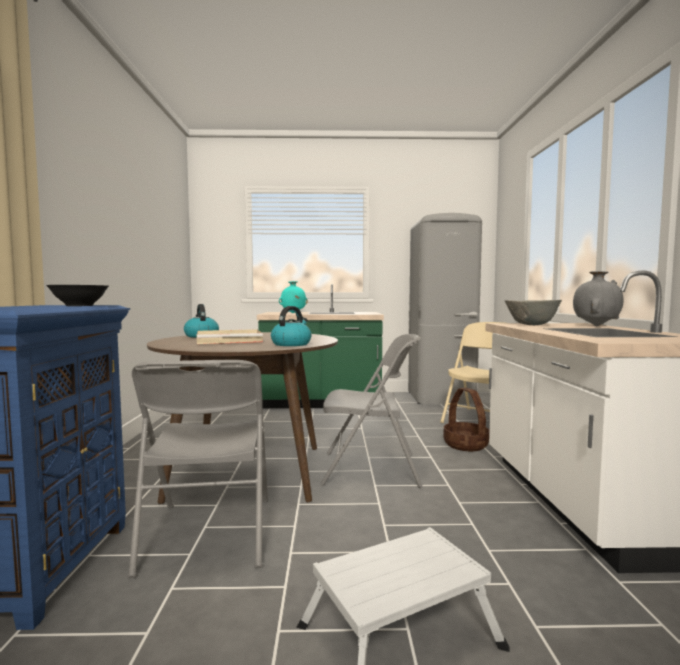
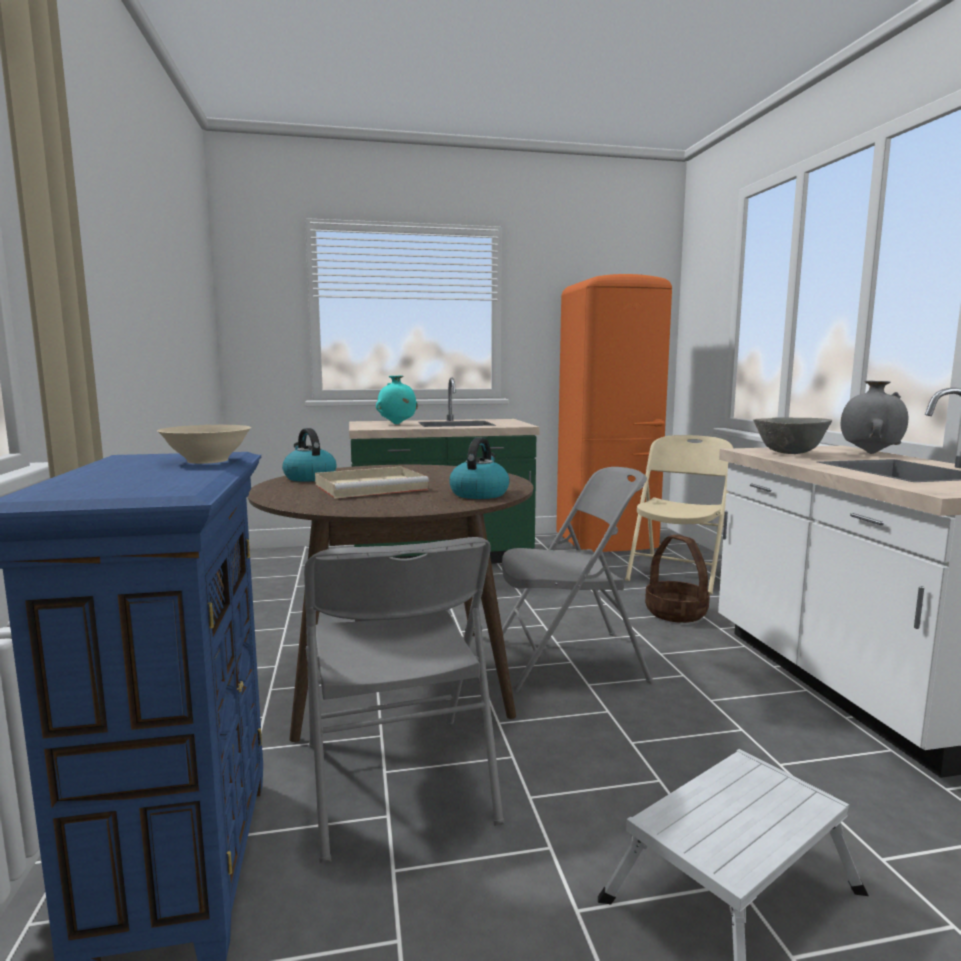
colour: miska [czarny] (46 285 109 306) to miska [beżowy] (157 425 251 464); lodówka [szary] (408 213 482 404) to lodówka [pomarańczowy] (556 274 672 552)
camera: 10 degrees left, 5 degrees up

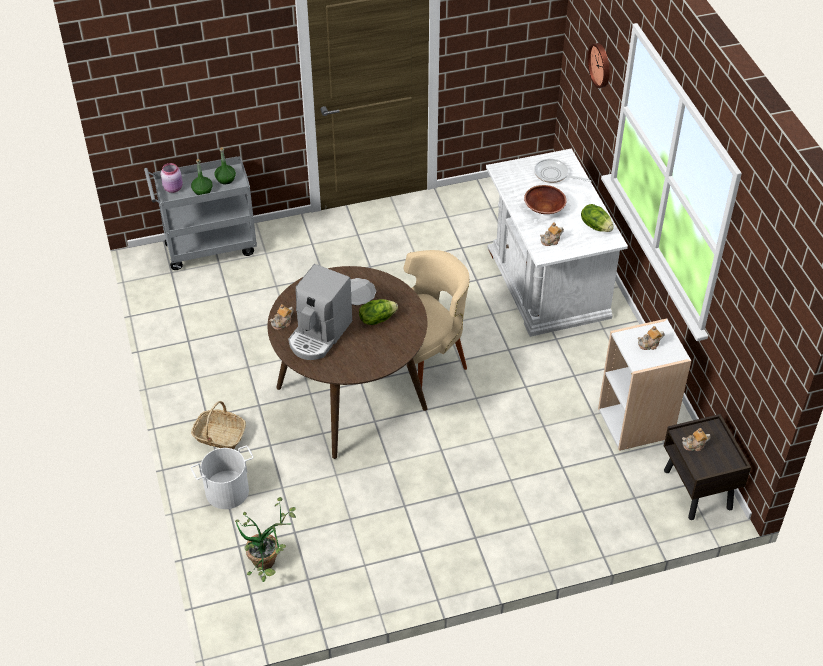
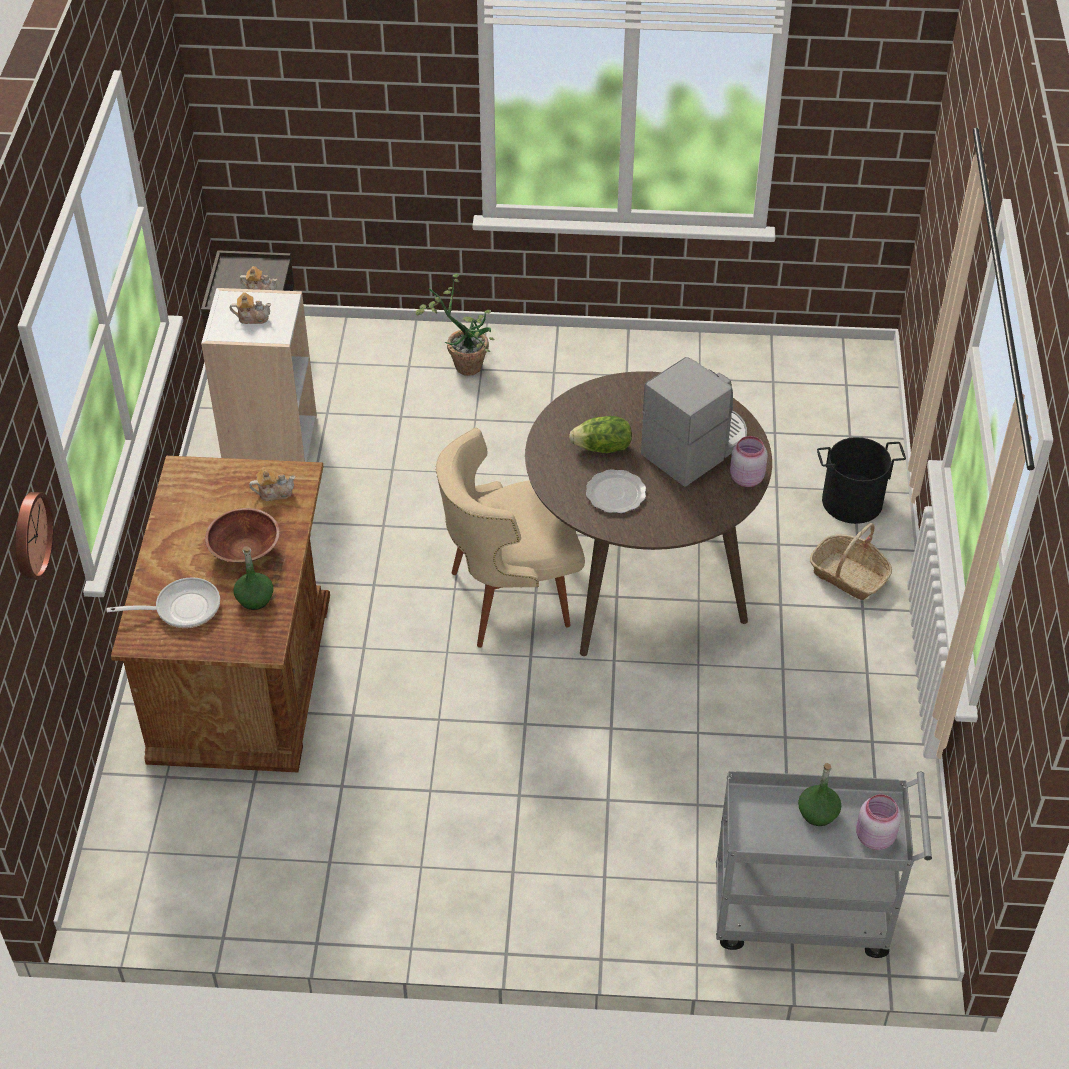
missing: sałata (581 204 614 232)
relocated: butelka [zielony] (214 147 236 184) to (234 546 273 610); roślina doniczkowa (235 497 296 582) to (416 274 495 376)
exchanged: imbryk (270 304 294 330) to słoik [różowy] (730 436 768 487)
colour: szafka [biały] (486 149 628 337) to szafka [brązowy] (111 456 330 772); wiadro [biały] (191 446 253 509) to wiadro [czarny] (817 437 906 524)
spun: patelnia (534 159 592 183) = (106 577 220 628) 60 degrees counterclockwise
camera: 160 degrees left, 0 degrees up

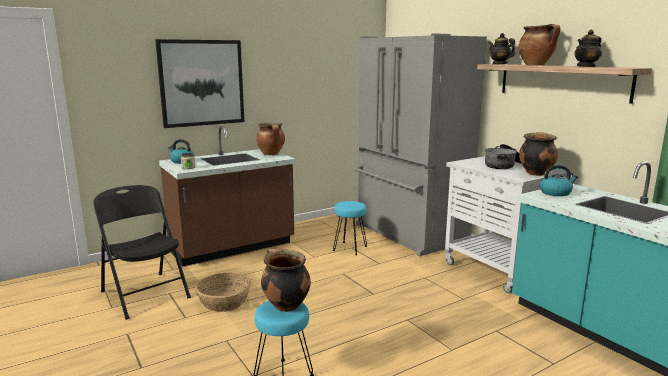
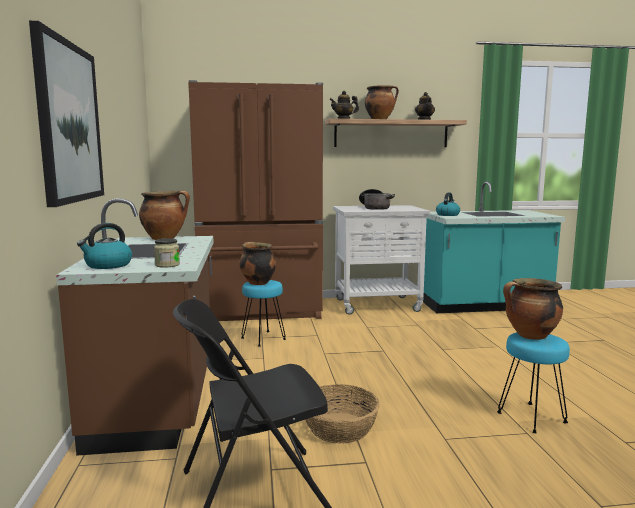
relocated: garnek (519 132 558 176) to (239 242 276 285)
colour: lodówka [szary] (354 34 487 256) to lodówka [brązowy] (188 80 323 321)
camera: 65 degrees left, 5 degrees down

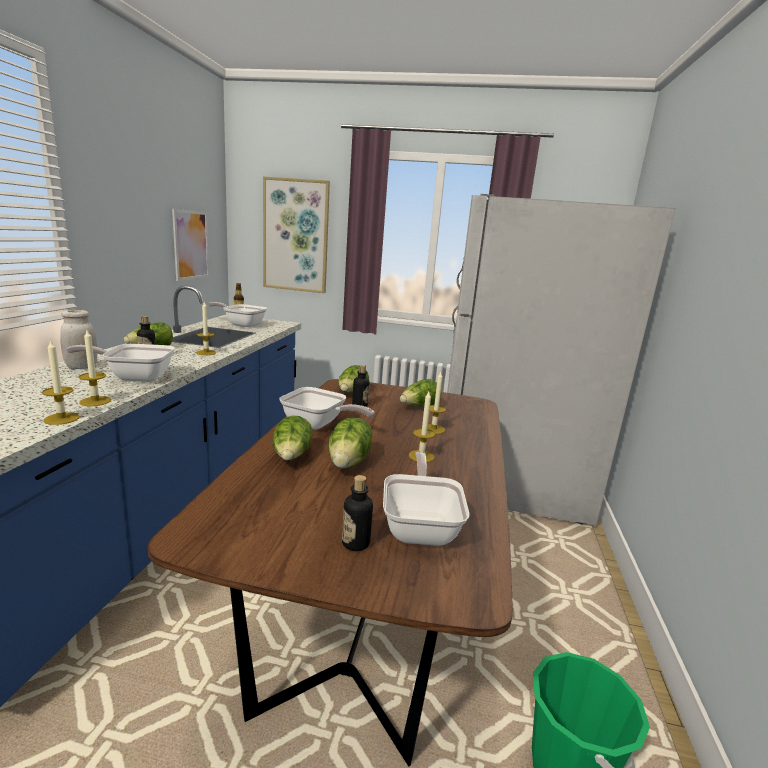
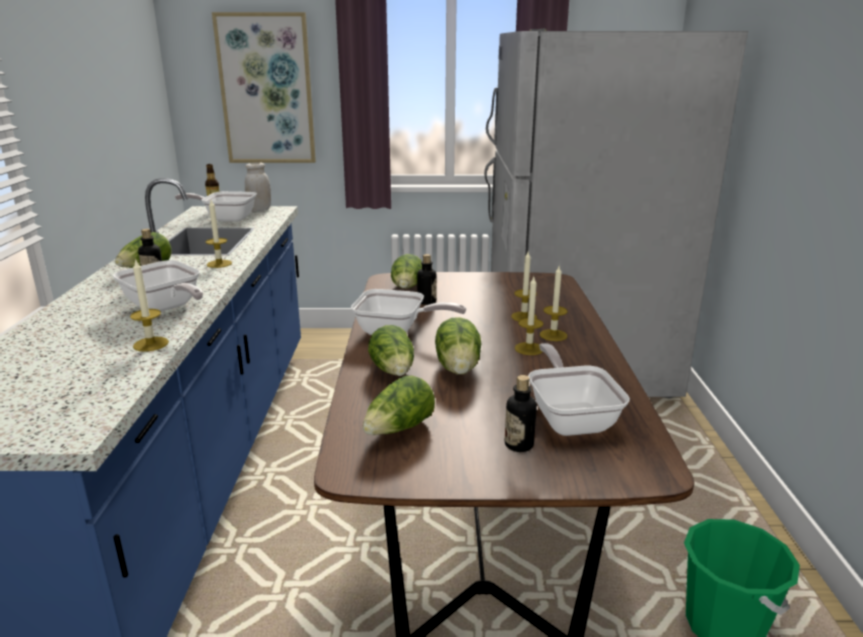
missing: obraz (172 209 209 281)
relocated: słoik [biały] (60 310 97 369) to (245 162 271 211); sałata (400 379 441 407) to (363 376 435 435); świeca (42 339 80 425) to (540 266 567 341)
spun: patelnia (66 344 175 382) = (113 260 203 312) 120 degrees counterclockwise
camera: 10 degrees left, 5 degrees up

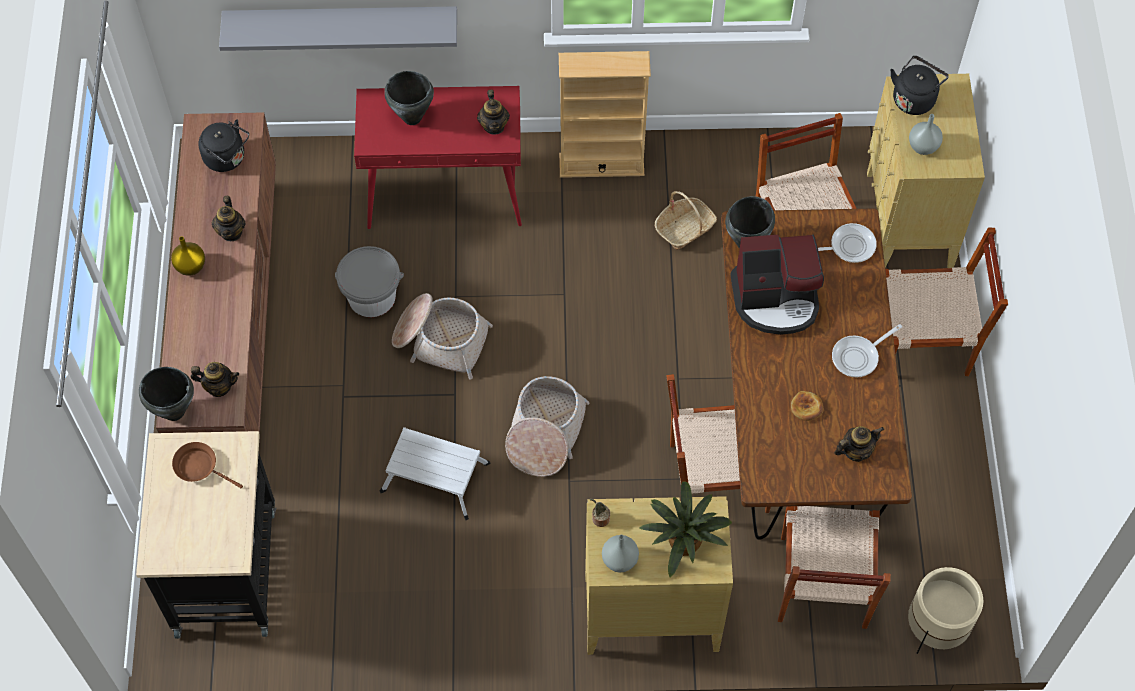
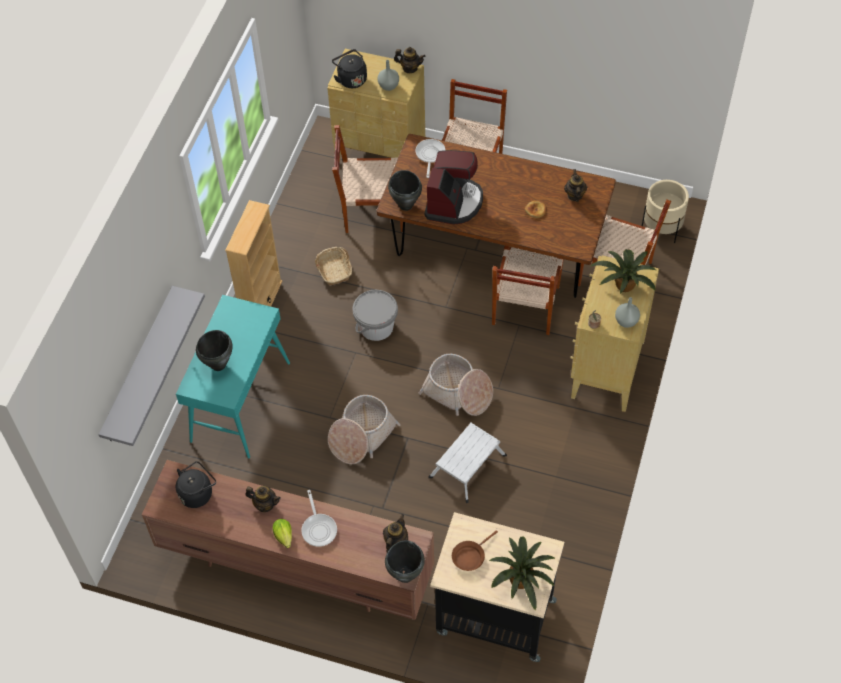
appeared: roślina doniczkowa (489 536 555 611)
relocated: patelnia (832 324 902 377) to (301 490 337 547); wiadro [szary] (335 246 404 317) to (352 290 398 341); imbryk (477 90 510 135) to (394 47 425 73)
exchanged: wazon [żółty] (171 236 205 276) to sałata (273 519 292 548)
colour: stolik konsolowy [czerwony] (354 86 522 229) to stolik konsolowy [turkusowy] (176 295 290 458)
camera: 70 degrees left, 5 degrees down

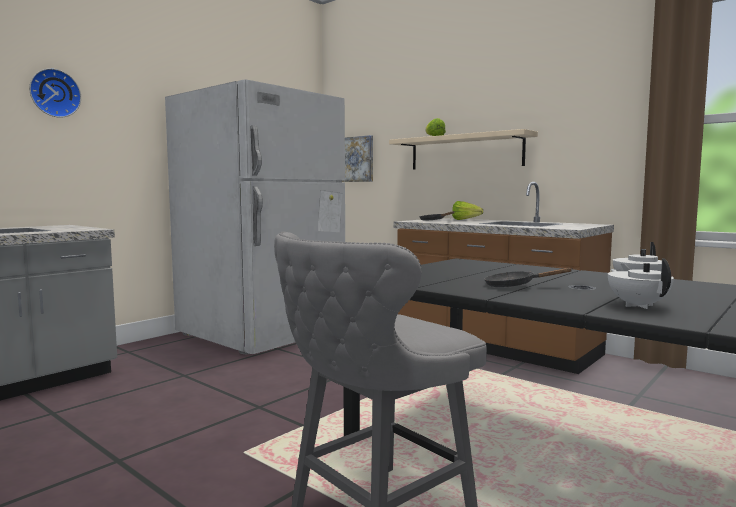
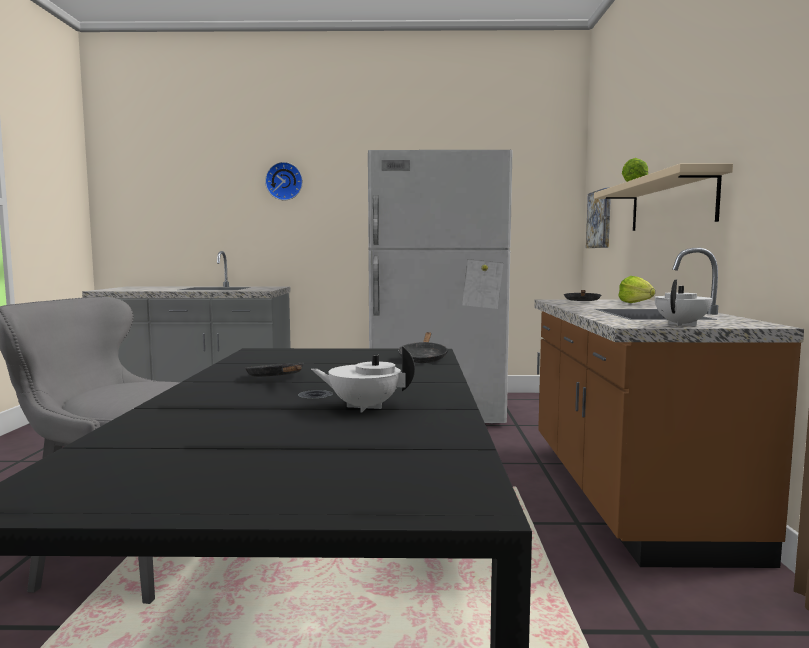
appeared: patelnia [czarny] (398 332 448 363)
relocated: imbryk [biały] (608 258 674 309) to (655 280 713 326)
camera: 50 degrees right, 0 degrees up

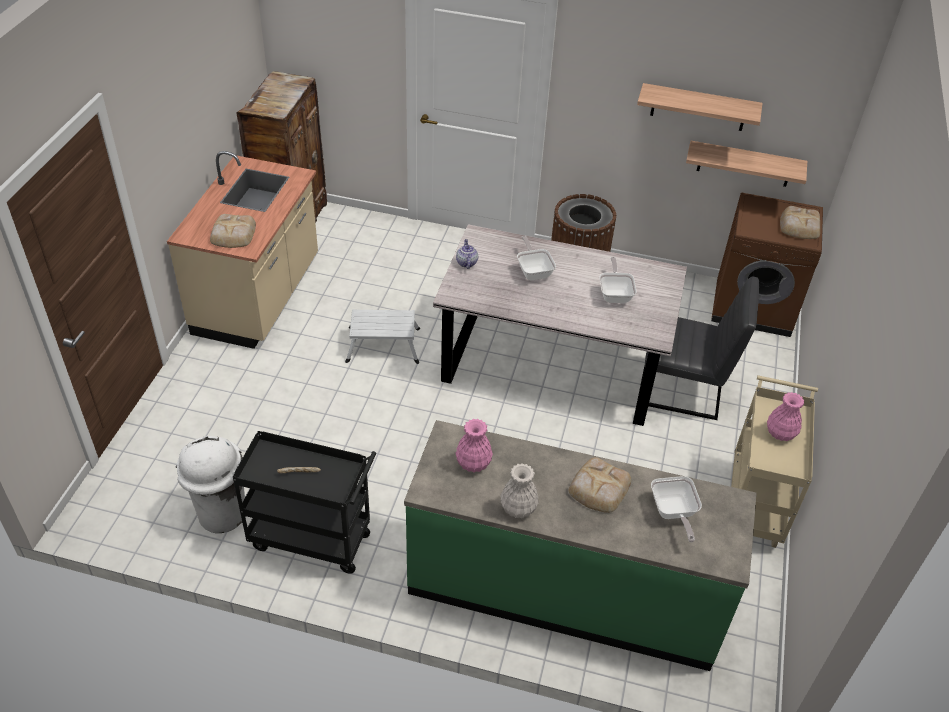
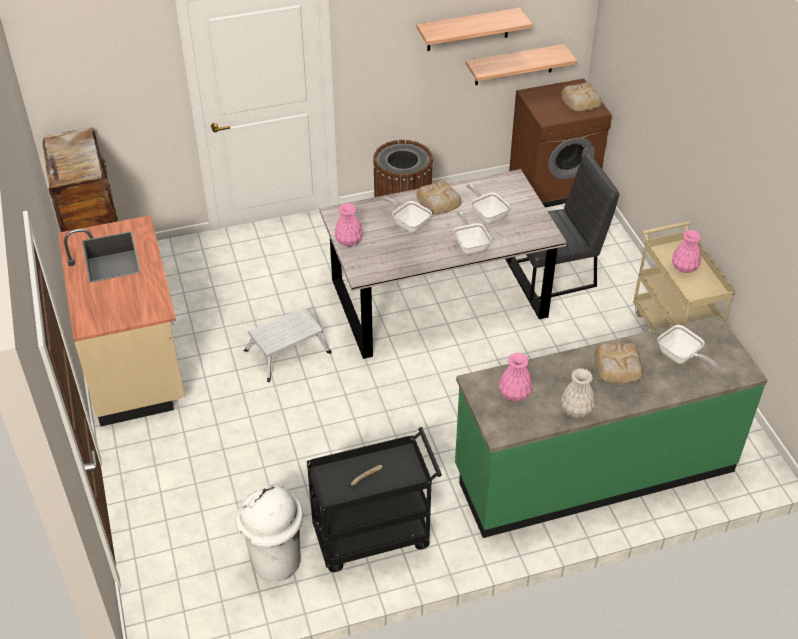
appeared: patelnia (453 211 492 255)
relocated: chleb (210 214 256 248) to (416 180 462 214)
exchanged: imbryk (456 239 478 269) to wazon [różowy] (335 203 363 246)
camera: 30 degrees left, 0 degrees up

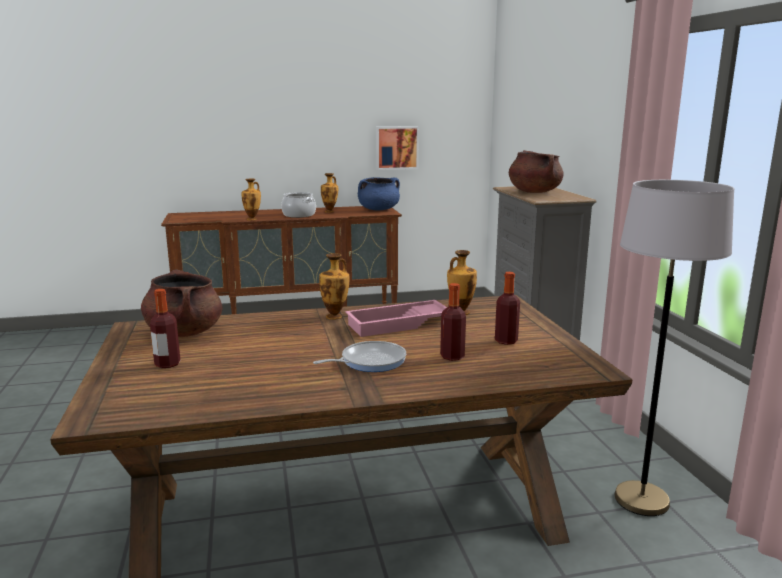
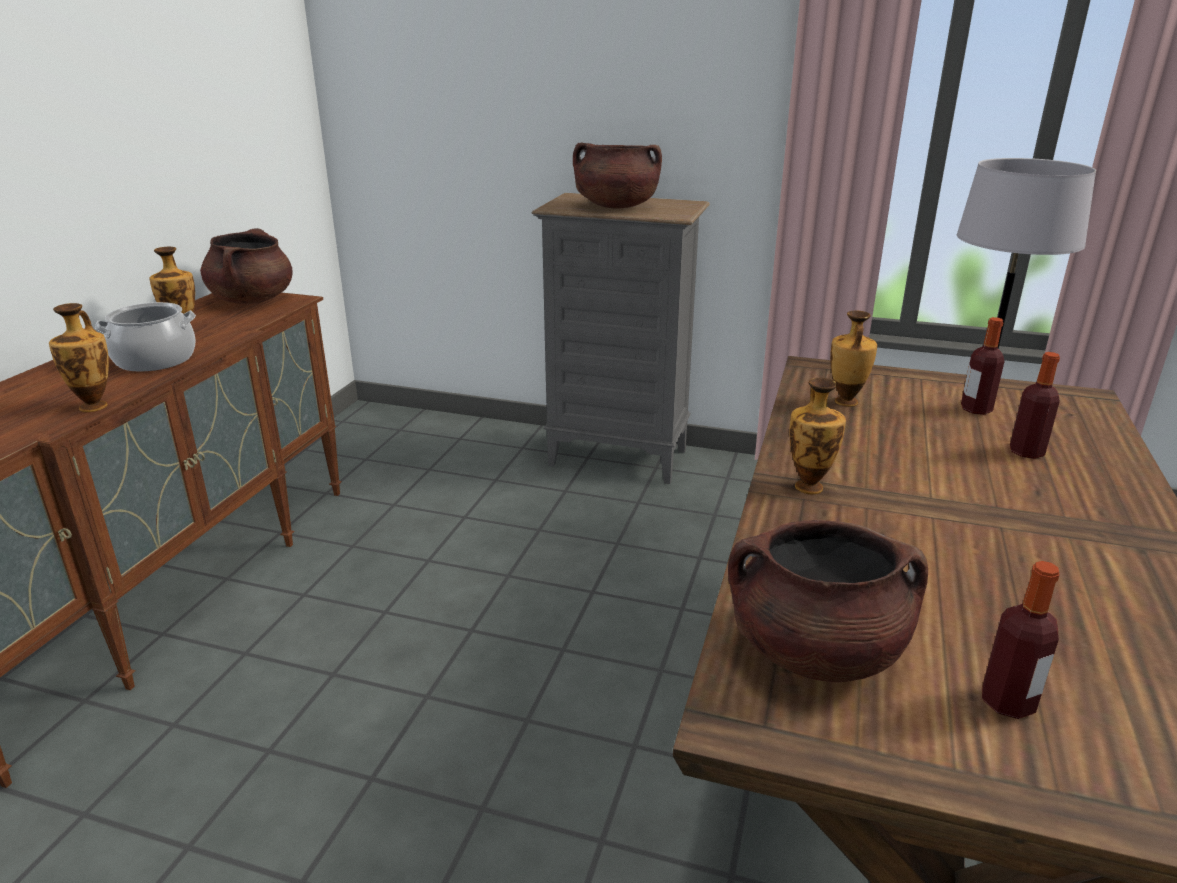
missing: patelnia (313 341 406 372); taca [różowy] (345 300 447 337); obraz (376 126 419 170)
colour: garnek [niebieski] (358 177 400 210) to garnek [brązowy] (200 228 292 304)
camera: 60 degrees left, 10 degrees up

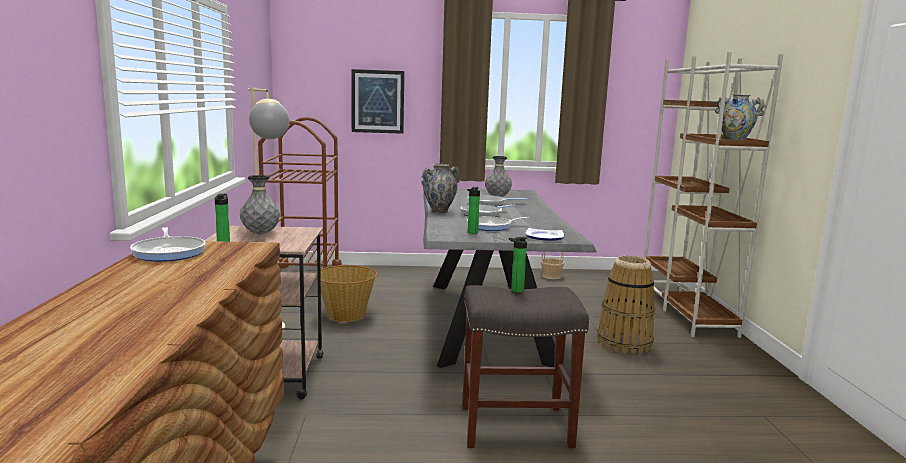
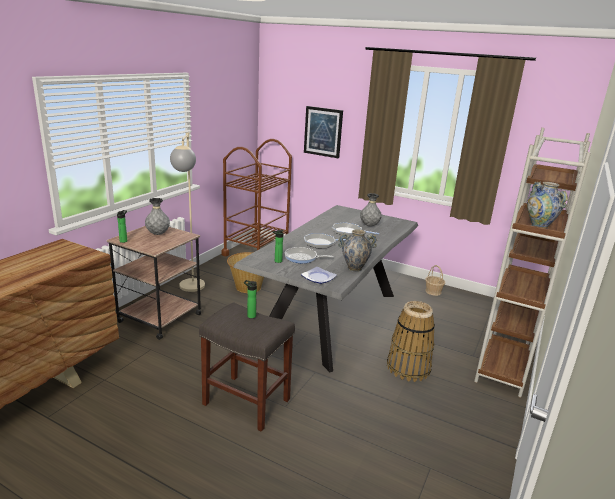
missing: patelnia (130 227 206 262)
relocated: wazon (421 164 460 213) to (338 229 377 272)
camera: 30 degrees right, 10 degrees up

